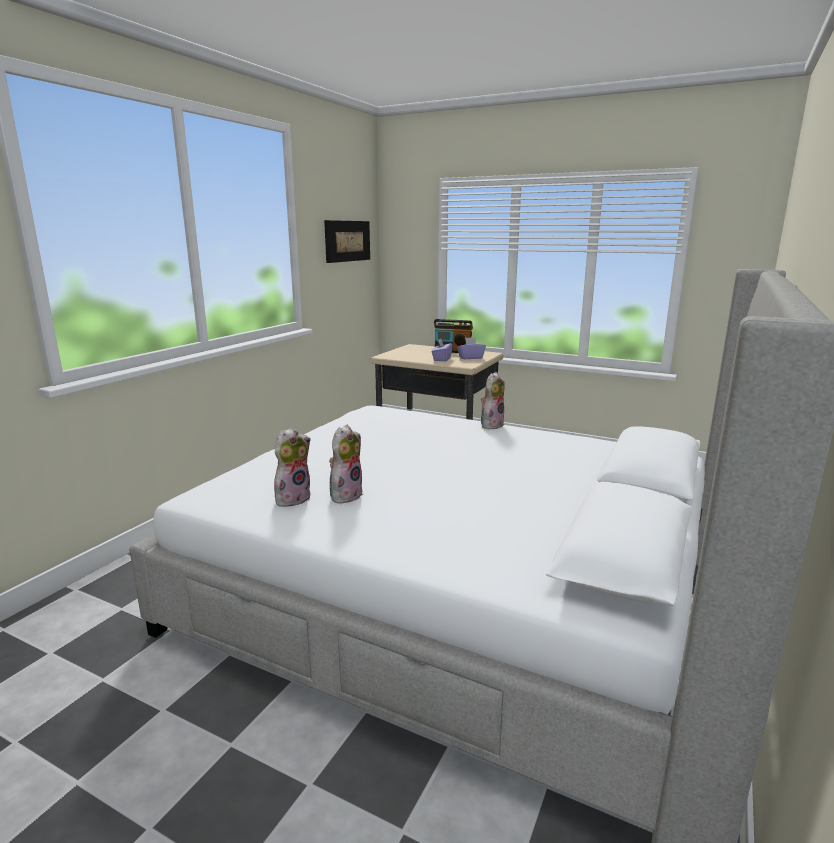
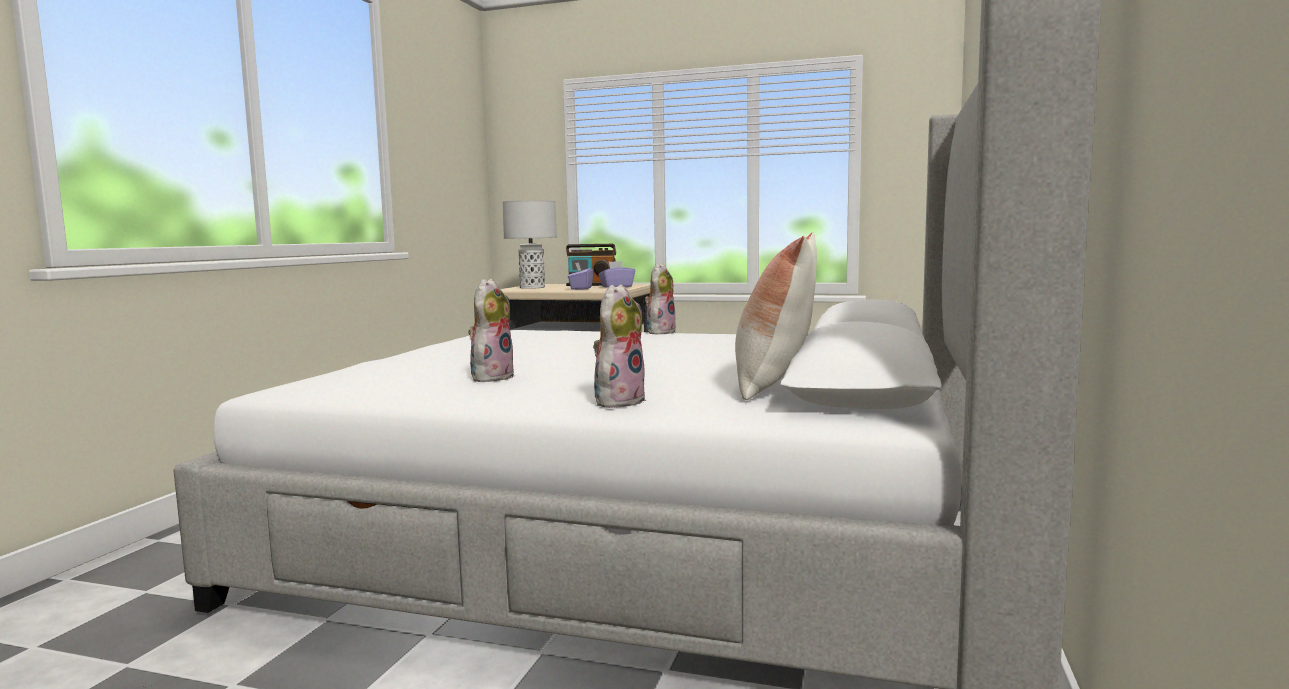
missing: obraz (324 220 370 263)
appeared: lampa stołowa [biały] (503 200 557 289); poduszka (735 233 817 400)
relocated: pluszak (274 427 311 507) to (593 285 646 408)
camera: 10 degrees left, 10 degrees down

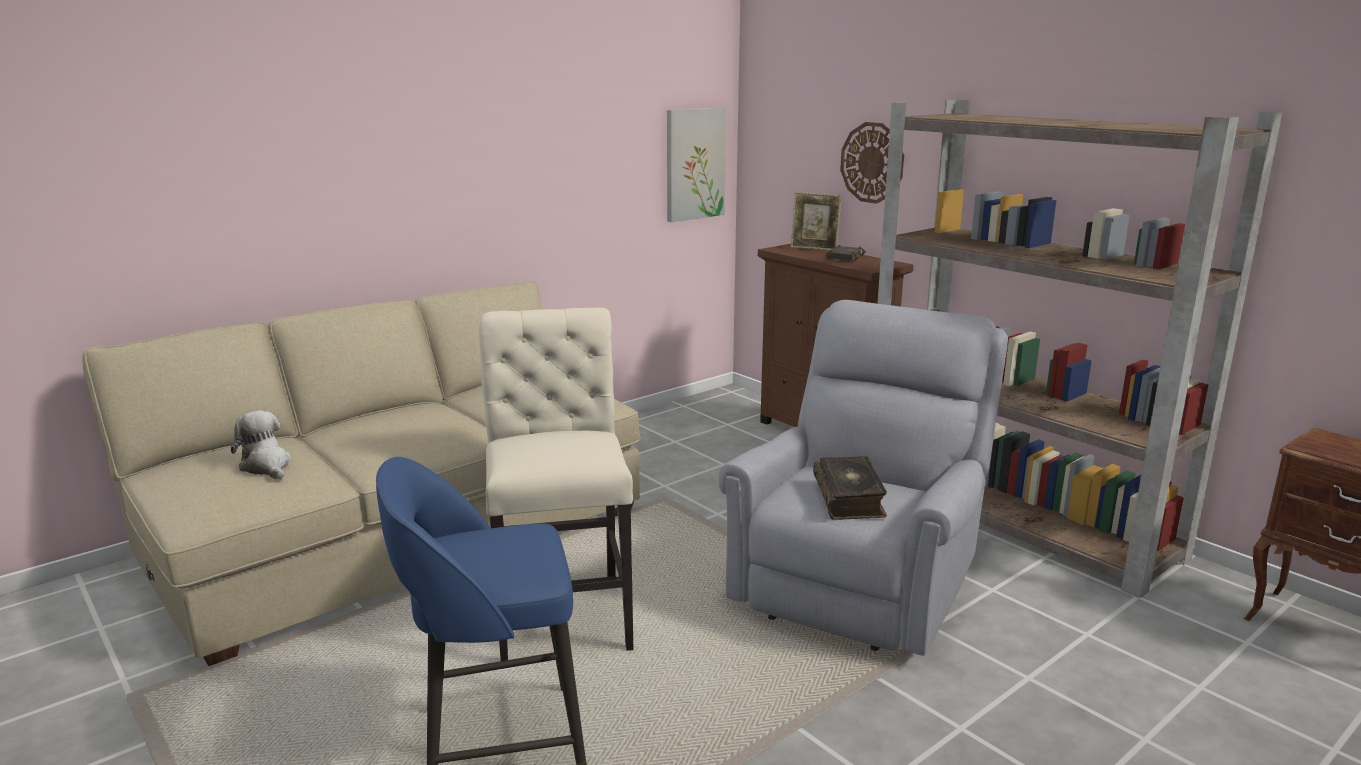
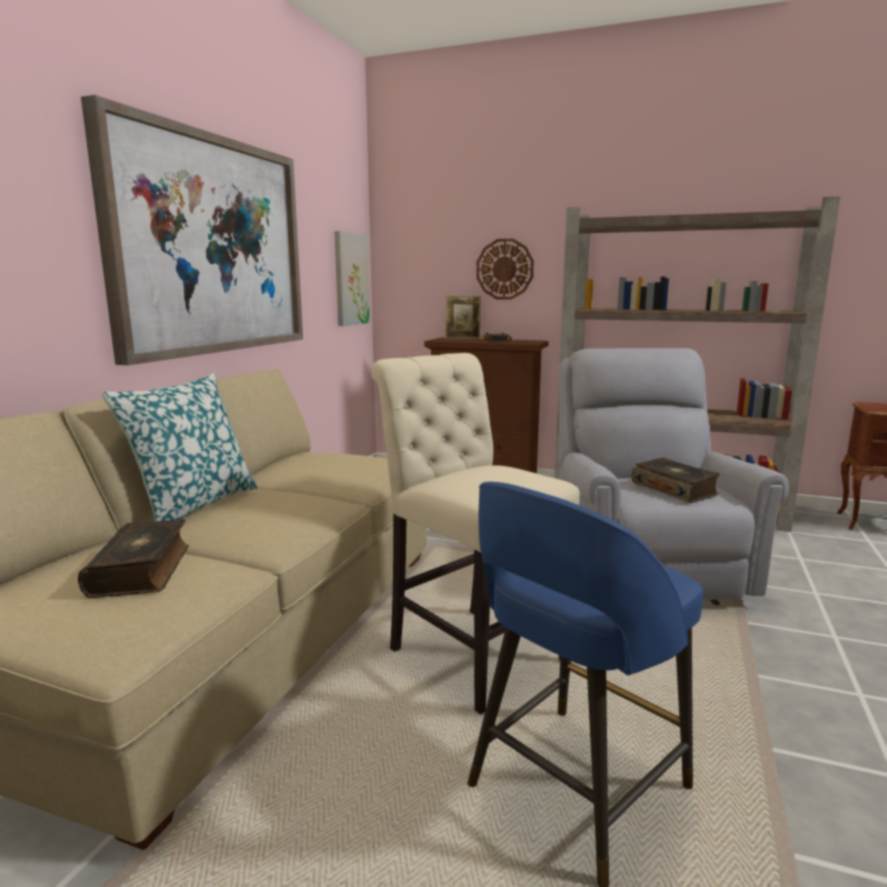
appeared: obraz (81 95 303 365); poduszka (102 373 258 521)
exchanged: pluszak (231 410 292 479) to książka (78 519 189 598)
camera: 30 degrees left, 5 degrees down

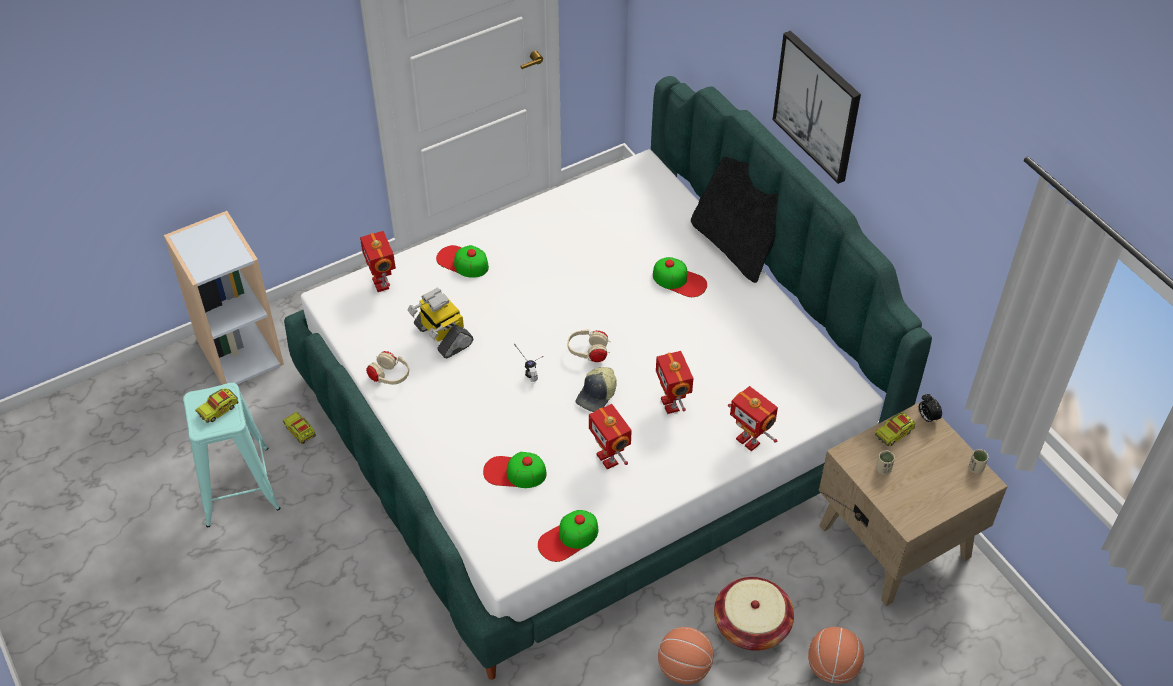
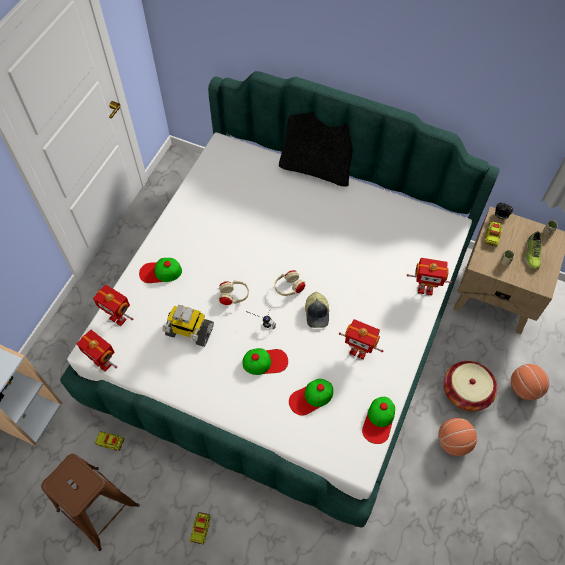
missing: obraz (773 31 861 184)
appeared: but (524 231 542 269)
relocated: robot zabawkowy (656 351 693 414) to (77 330 117 372); ciężarówka zabawkowa (195 388 239 423) to (190 512 211 545); słuchawki [beżowy] (366 351 409 385) to (218 280 249 305); czapka z daszkiem (653 257 707 297) to (242 348 288 375)
colour: stołek [turkusowy] (183 383 280 527) to stołek [brązowy] (41 454 140 551)
camera: 35 degrees left, 10 degrees up

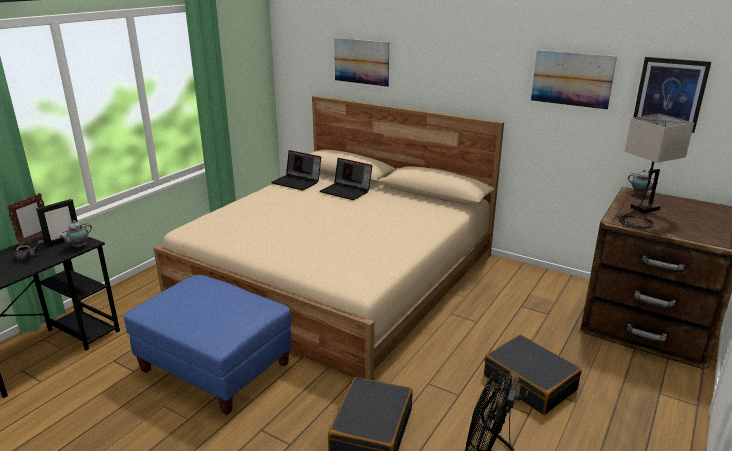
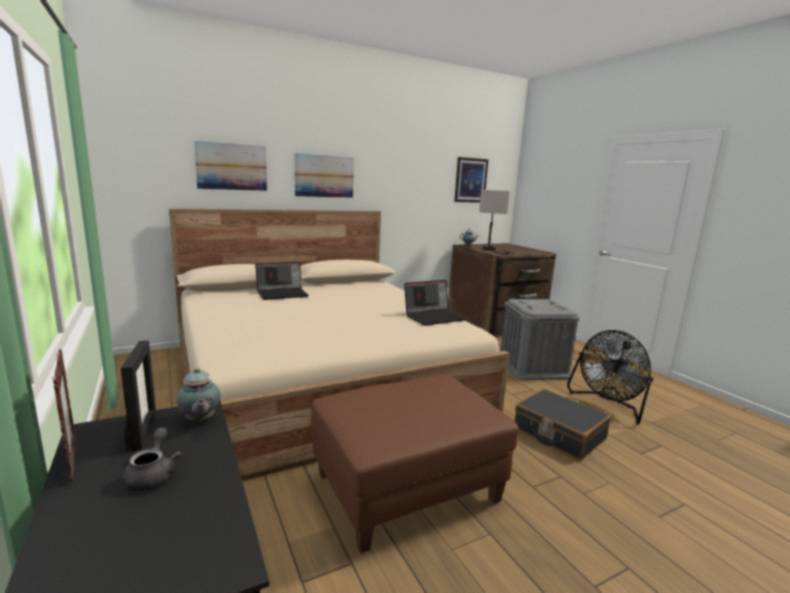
relocated: obraz (531 50 617 110) to (295 153 354 198); laptop (271 150 321 190) to (404 280 467 326)
exchanged: walizka [czarny] (484 335 582 415) to pojemnik do przechowywania [szary] (500 299 580 380)
colour: pufa [niebieski] (124 275 292 415) to pufa [brązowy] (312 375 519 553)
camera: 60 degrees left, 10 degrees down

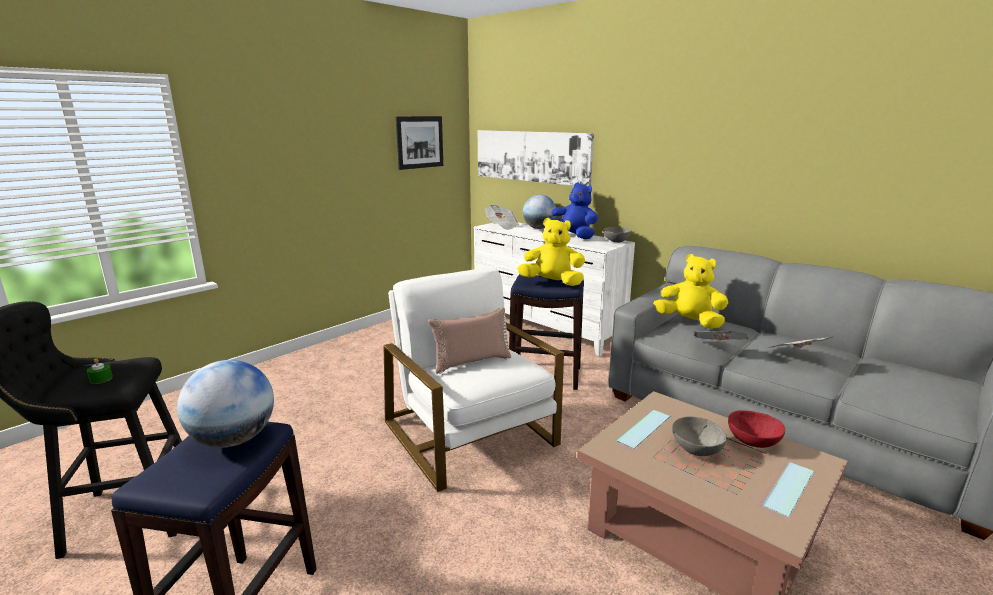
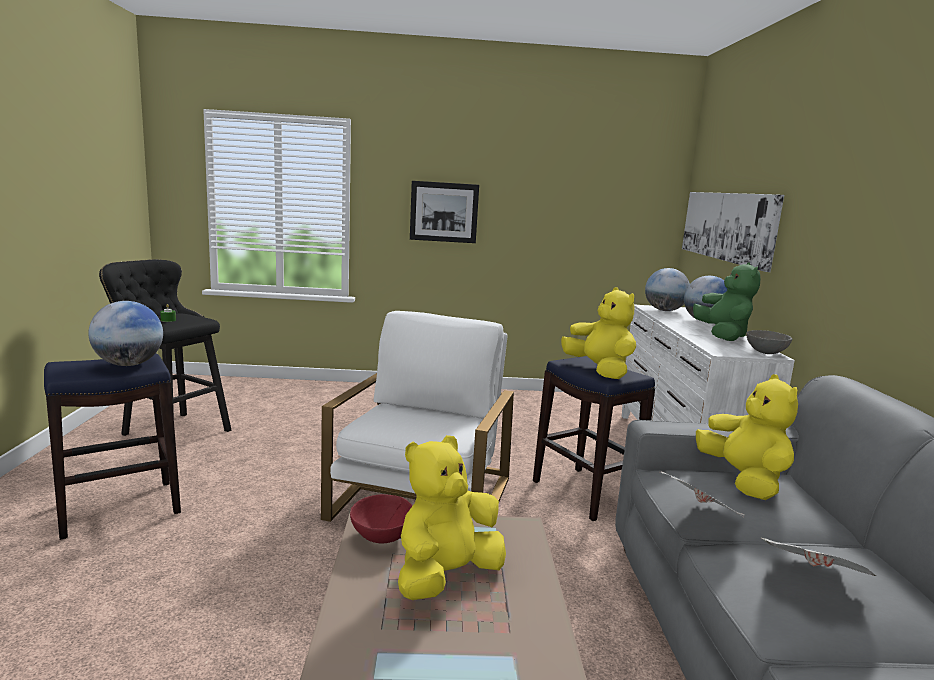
missing: poduszka [beżowy] (428 307 511 374)
relocated: miska [czerwony] (728 410 785 448) to (350 494 413 543); obraz (396 116 443 170) to (410 181 479 243)
exchanged: miska [szary] (672 416 727 456) to pluszak [żółty] (398 435 506 600); gazeta (485 204 519 230) to globus (645 268 690 311)
colour: pluszak [niebieski] (549 182 598 239) to pluszak [zielony] (693 262 761 341)
camera: 45 degrees right, 5 degrees down

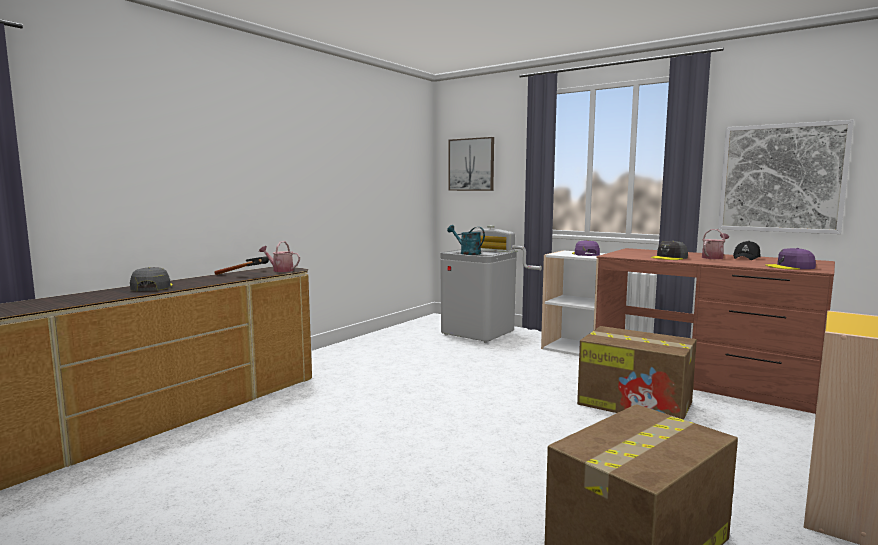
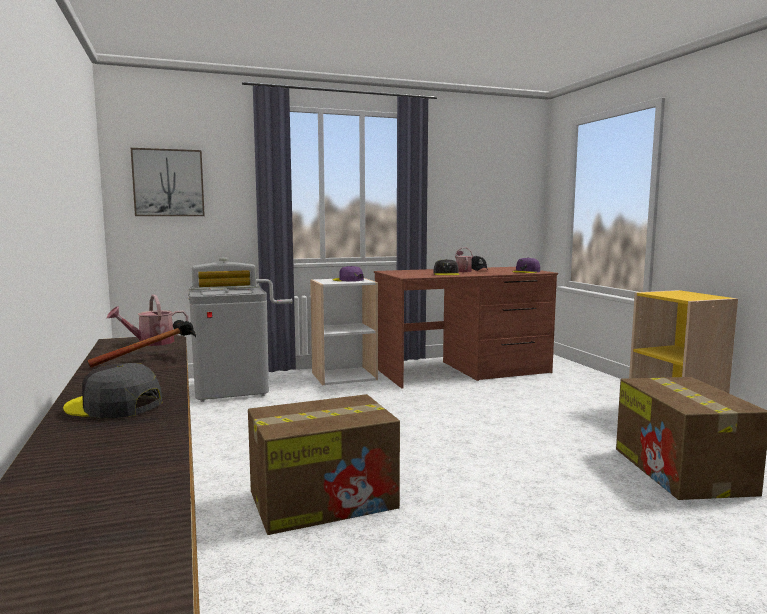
missing: konewka [turkusowy] (447 225 485 255); obraz (718 120 854 234)
relocated: karton (577 326 697 420) to (248 394 400 535)
camera: 55 degrees left, 0 degrees up

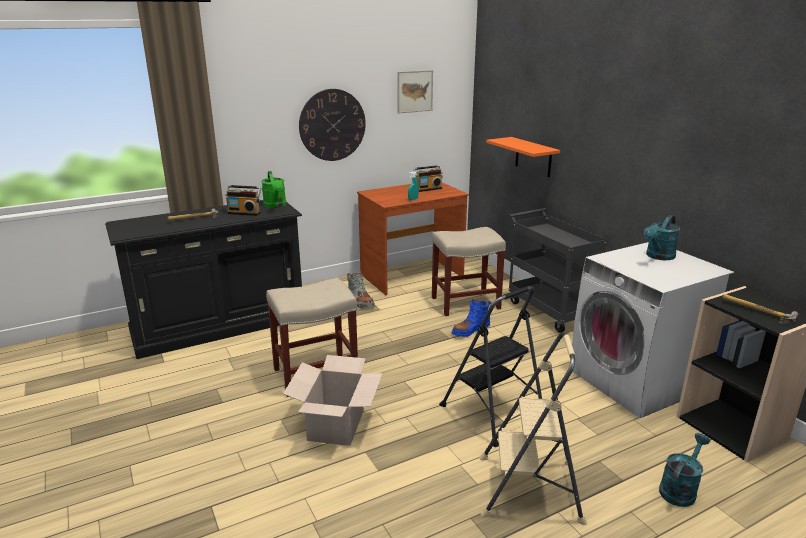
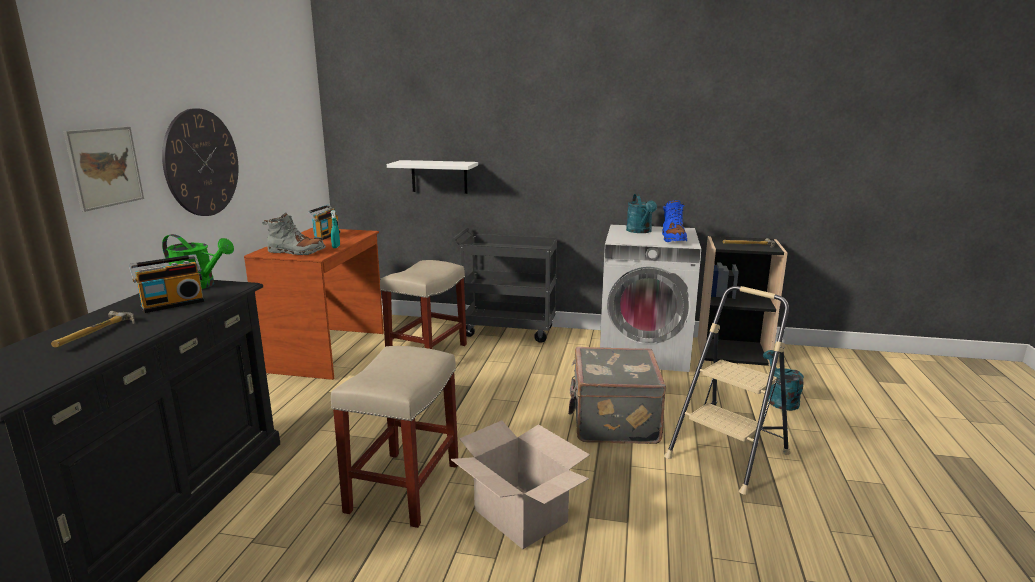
relocated: obraz (397 70 433 114) to (63 127 144 212); but z cholewką [szary] (347 273 375 308) to (263 213 326 255); but z cholewką [niebieski] (451 299 491 337) to (662 200 687 242)
exchanged: drabinka [czarny] (439 286 542 447) to walizka [szary] (568 347 666 444)
colour: półka [pomarańczowy] (486 137 560 177) to półka [biały] (387 160 478 194)
camera: 50 degrees left, 5 degrees down

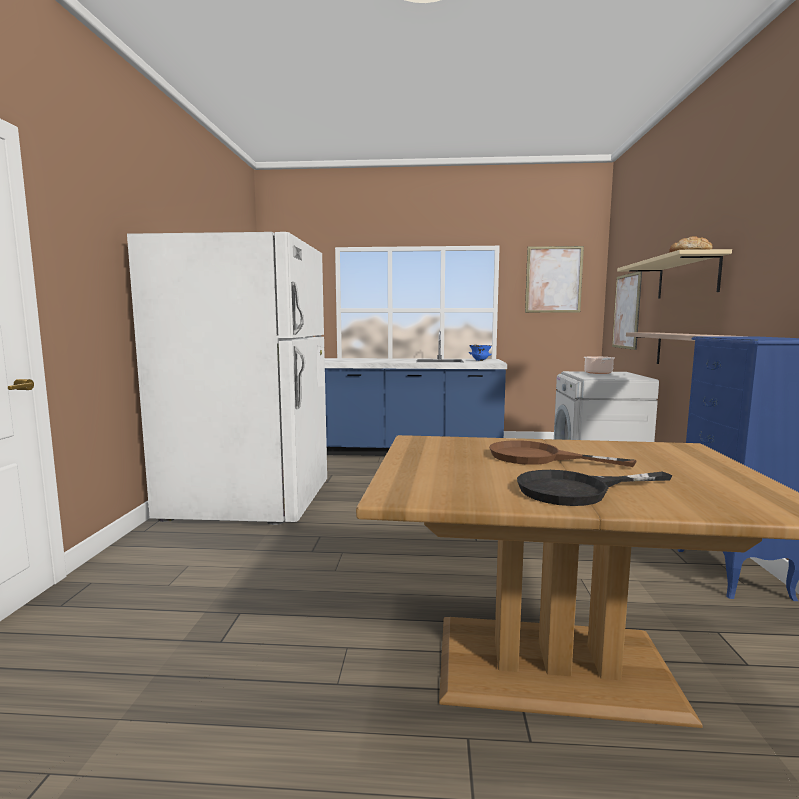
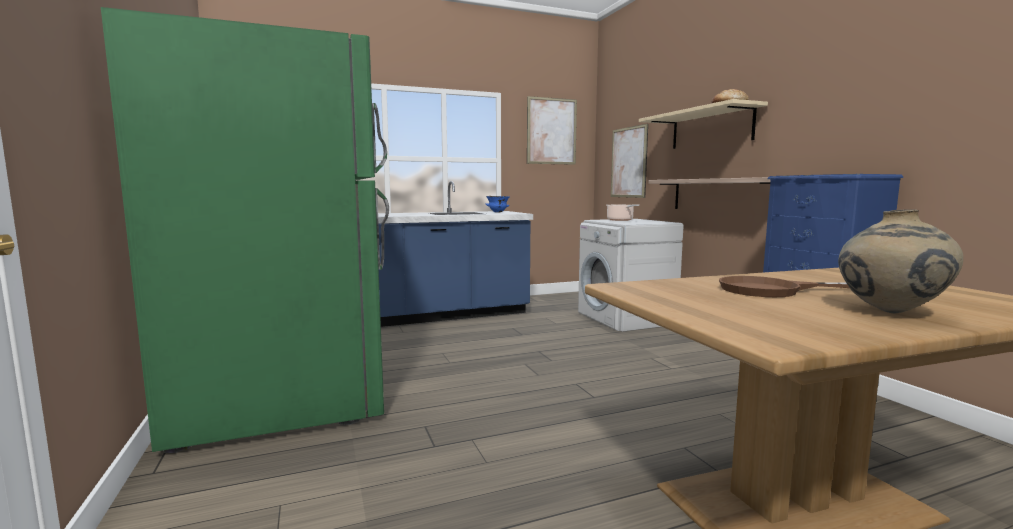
exchanged: patelnia [czarny] (517 470 673 506) to wazon [beżowy] (838 209 963 313)
colour: lodówka [biały] (127 232 327 525) to lodówka [zielony] (101 7 389 453)
camera: 25 degrees left, 0 degrees up

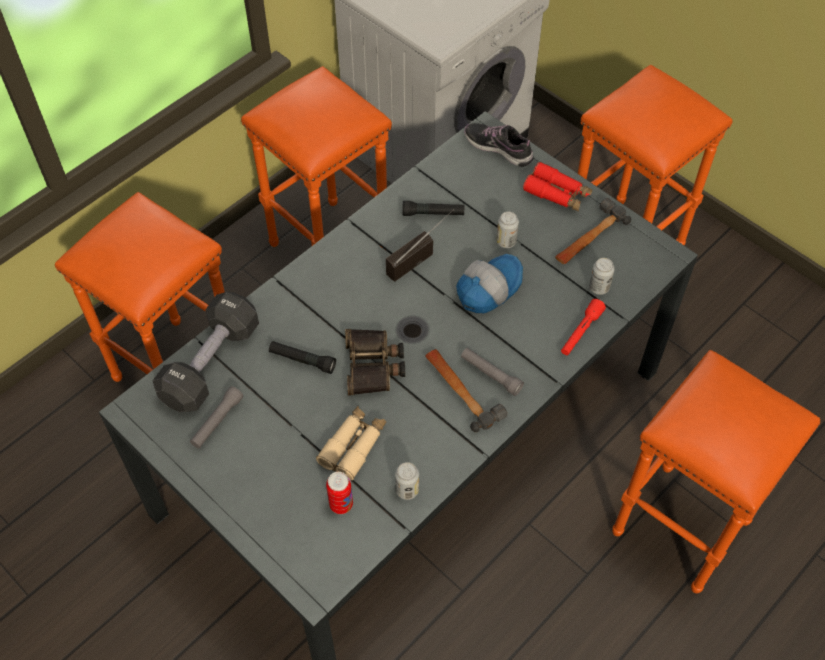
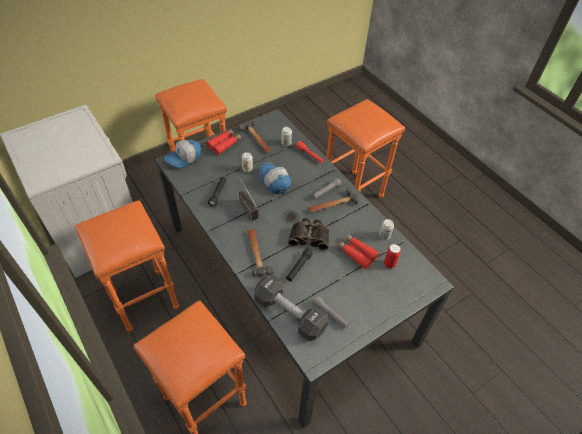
appeared: młotek (247 229 274 277)
exchanged: but (465 123 534 167) to czapka z daszkiem (164 140 201 168)
colour: lornetka [beżowy] (316 406 386 481) to lornetka [czerwony] (337 234 379 269)
camera: 80 degrees left, 5 degrees down

